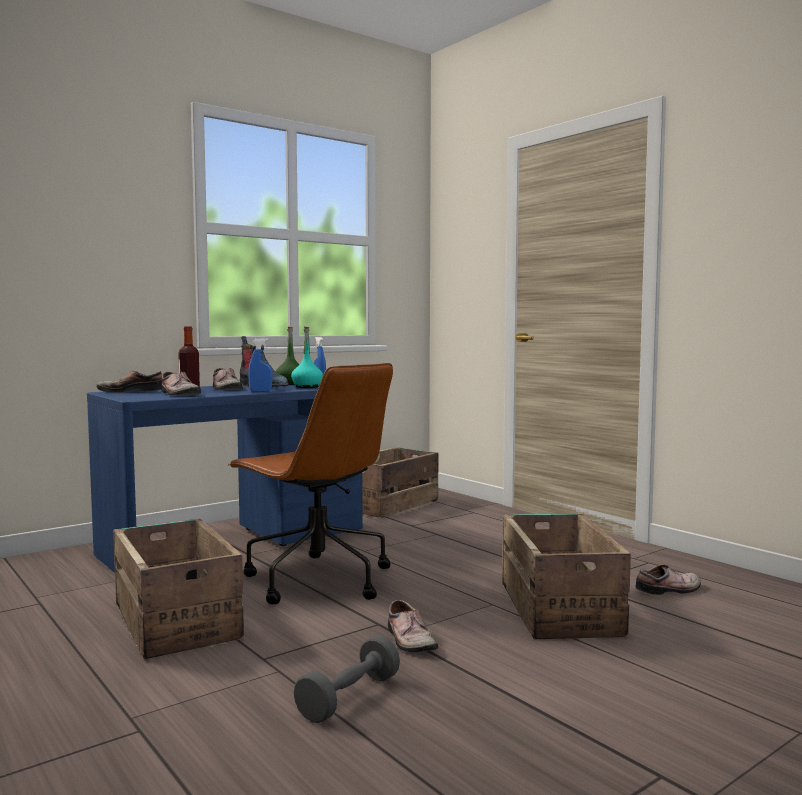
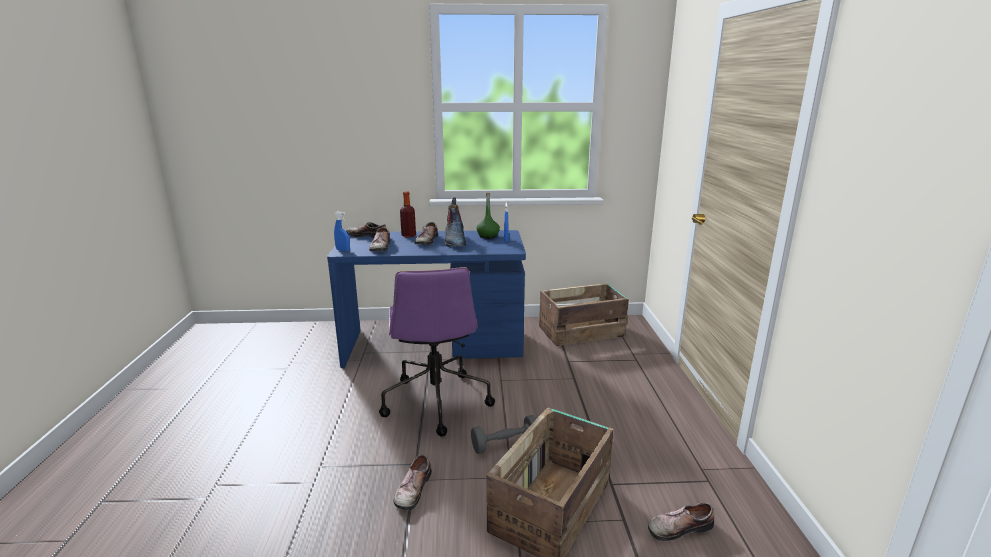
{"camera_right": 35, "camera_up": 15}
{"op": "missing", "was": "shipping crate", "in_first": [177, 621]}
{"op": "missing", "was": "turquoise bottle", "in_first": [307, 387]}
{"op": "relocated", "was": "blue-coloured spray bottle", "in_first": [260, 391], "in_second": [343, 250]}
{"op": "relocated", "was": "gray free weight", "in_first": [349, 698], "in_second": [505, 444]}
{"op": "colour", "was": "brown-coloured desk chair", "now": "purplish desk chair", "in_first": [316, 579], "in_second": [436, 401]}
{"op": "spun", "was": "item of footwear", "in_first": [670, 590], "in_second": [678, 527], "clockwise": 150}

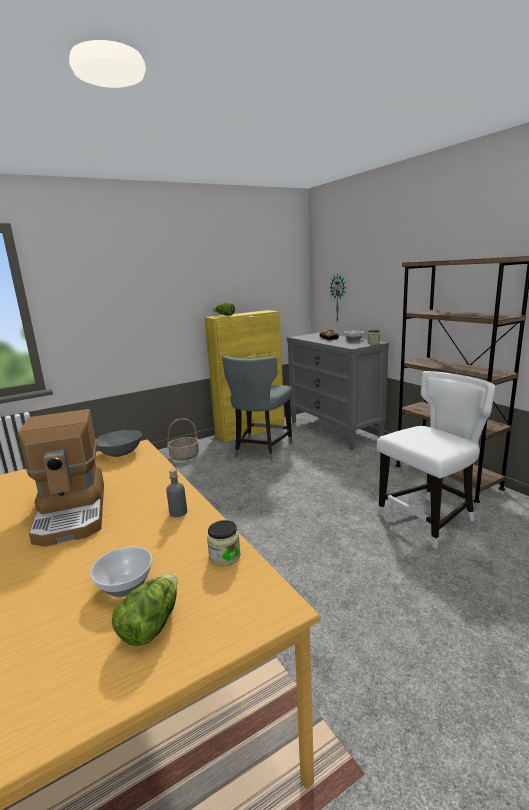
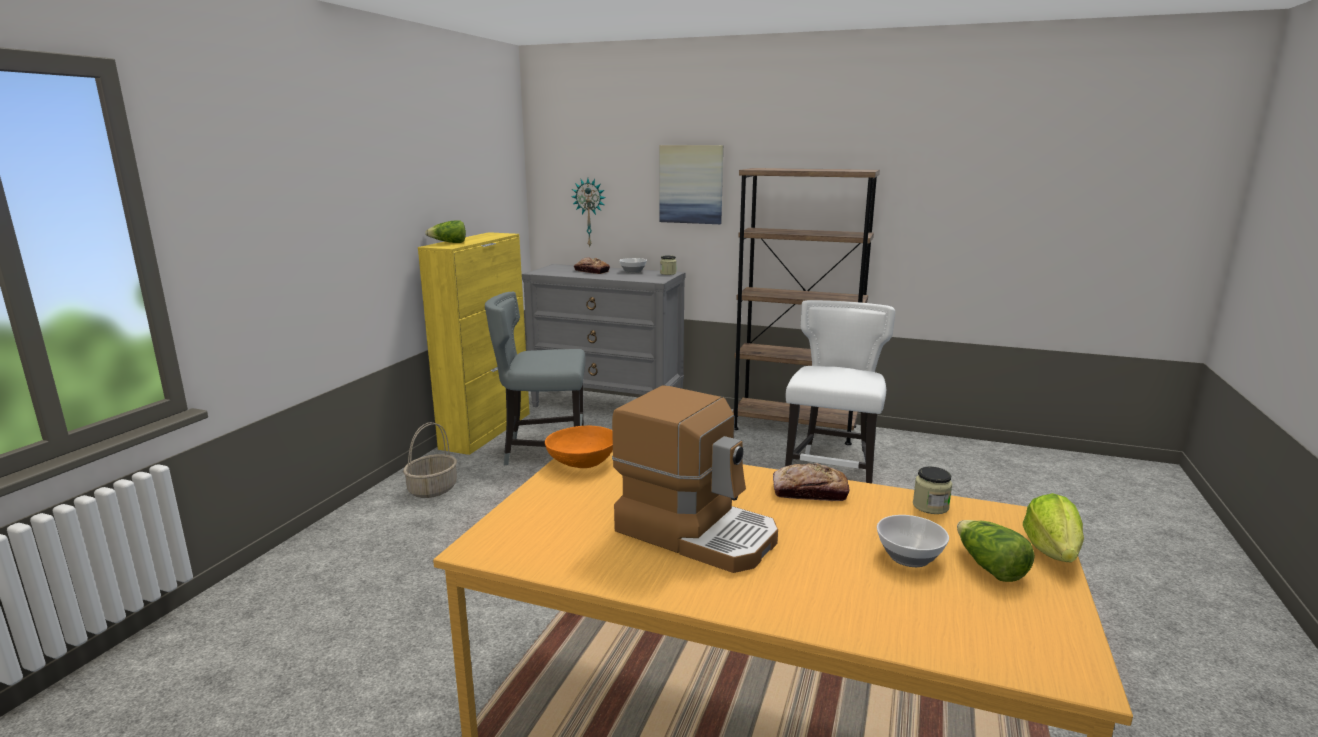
{"camera_right": -40, "camera_up": 0}
{"op": "appeared", "now": "wall art", "in_second": [691, 184]}
{"op": "appeared", "now": "lettuce", "in_second": [1052, 552]}
{"op": "exchanged", "was": "gray bottle", "now": "bread", "in_first": [178, 512], "in_second": [809, 492]}
{"op": "colour", "was": "gray bowl", "now": "orangey bowl", "in_first": [121, 452], "in_second": [583, 462]}
{"op": "spun", "was": "gray upright chair", "in_first": [261, 450], "in_second": [543, 451], "clockwise": 105}

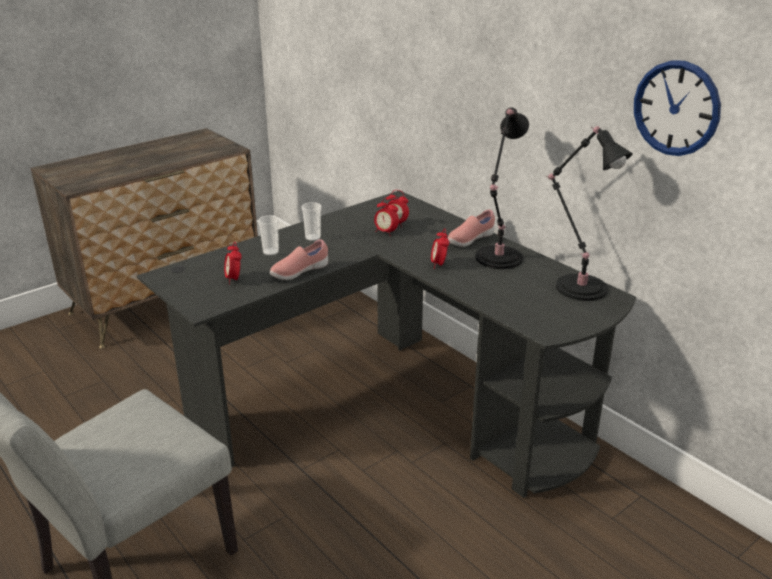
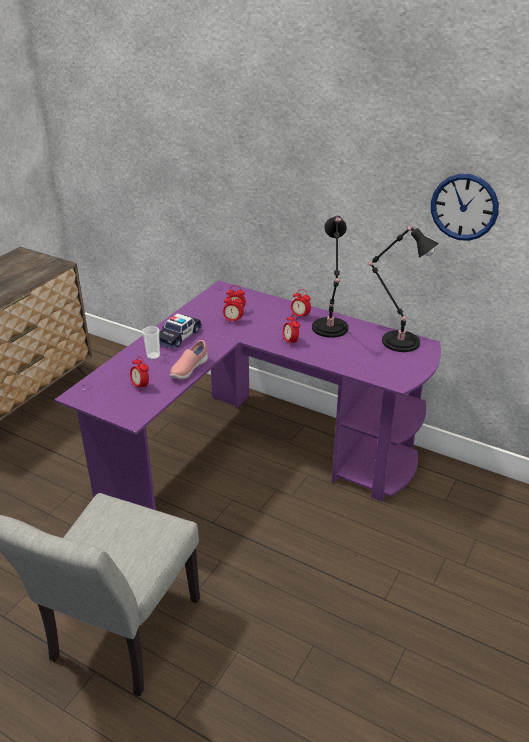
{"camera_right": -20, "camera_up": 5}
{"op": "exchanged", "was": "drinking cup", "now": "miniature car", "in_first": [313, 238], "in_second": [178, 336]}
{"op": "exchanged", "was": "pink-coloured item of footwear", "now": "table clock", "in_first": [470, 240], "in_second": [300, 316]}
{"op": "colour", "was": "blackish desk", "now": "purplish desk", "in_first": [394, 404], "in_second": [255, 453]}

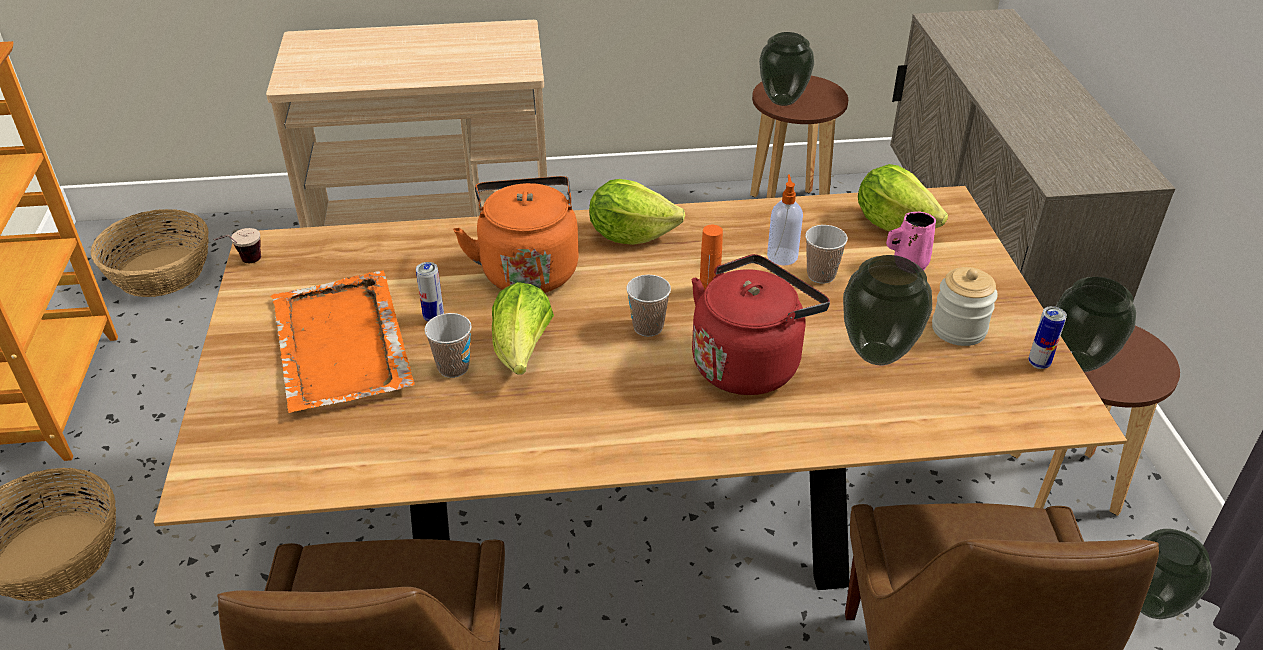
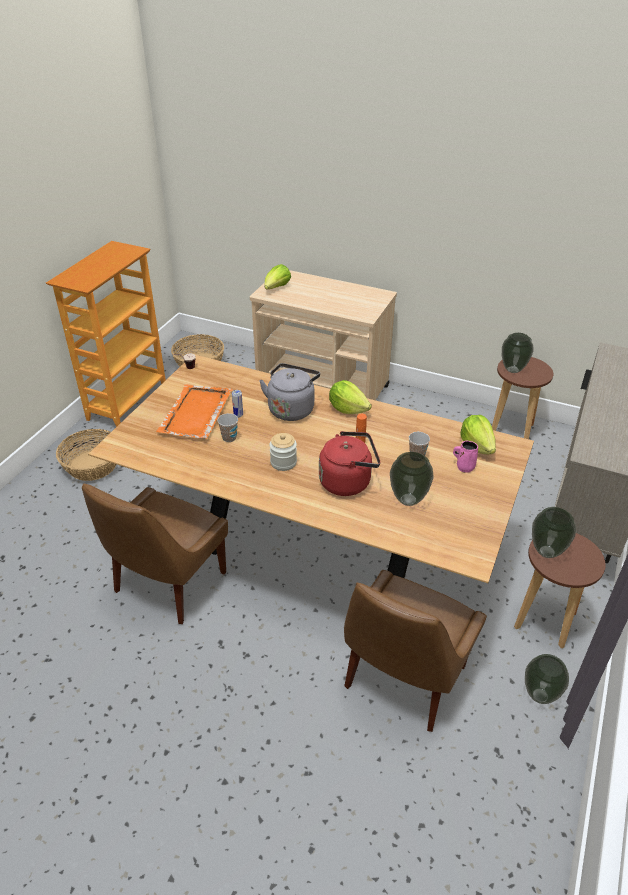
{"camera_right": 30, "camera_up": 0}
{"op": "missing", "was": "drinking cup", "in_first": [648, 327]}
{"op": "missing", "was": "liquid soap bottle", "in_first": [782, 256]}
{"op": "missing", "was": "can", "in_first": [1039, 363]}
{"op": "relocated", "was": "lettuce", "in_first": [522, 352], "in_second": [276, 288]}
{"op": "relocated", "was": "storage jar", "in_first": [958, 329], "in_second": [283, 462]}
{"op": "colour", "was": "orangey water kettle", "now": "gray water kettle", "in_first": [528, 269], "in_second": [291, 408]}

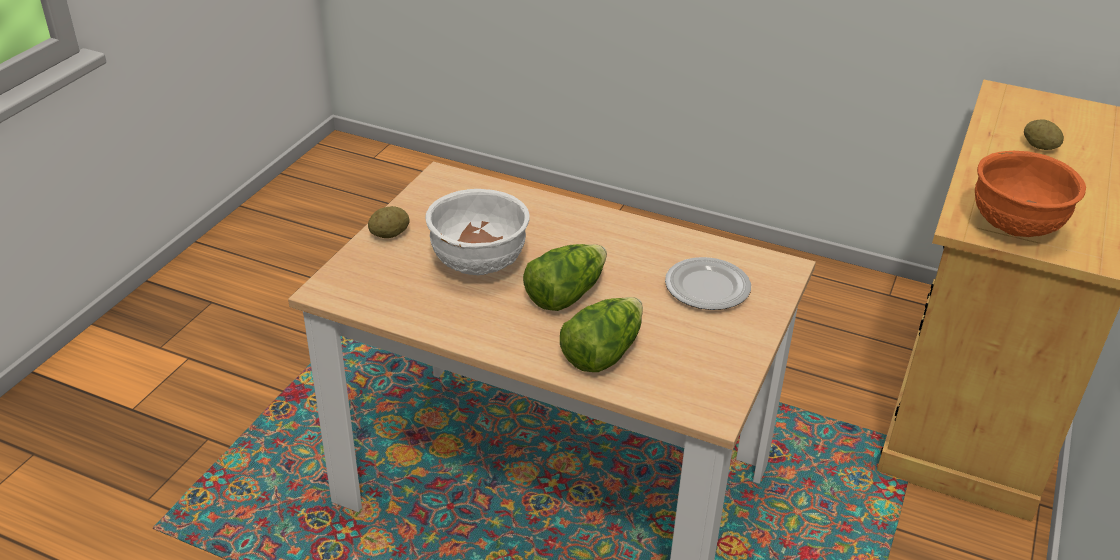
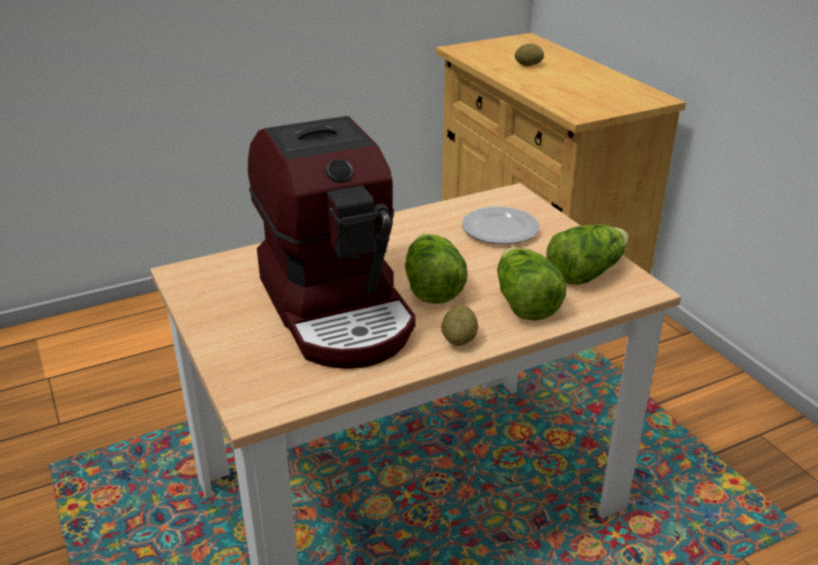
{"camera_right": -50, "camera_up": -5}
{"op": "missing", "was": "orangey bowl", "in_first": [1014, 228]}
{"op": "appeared", "now": "lettuce", "in_second": [585, 272]}
{"op": "relocated", "was": "whole potato", "in_first": [389, 234], "in_second": [459, 340]}
{"op": "exchanged", "was": "whitish bowl", "now": "coffee maker", "in_first": [480, 265], "in_second": [338, 309]}

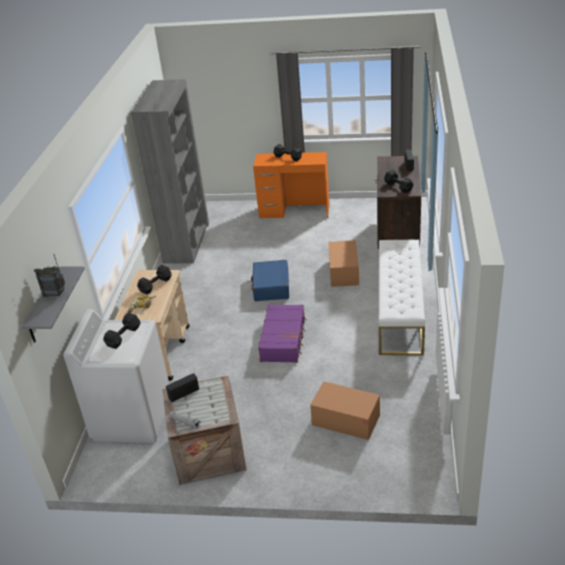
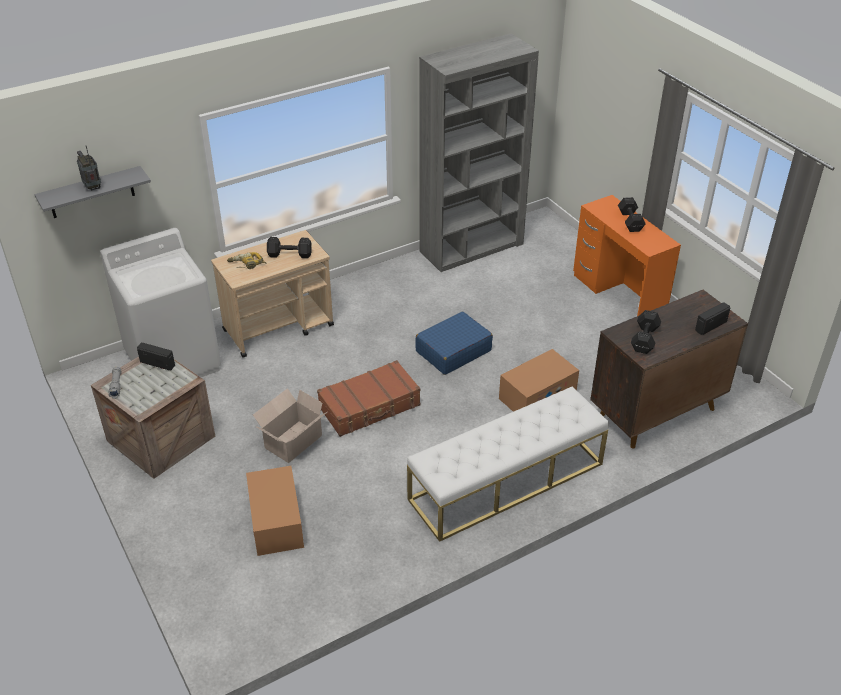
{"camera_right": 50, "camera_up": 5}
{"op": "missing", "was": "blackish free weight", "in_first": [124, 336]}
{"op": "appeared", "now": "carton", "in_second": [292, 442]}
{"op": "colour", "was": "purplish suitcase", "now": "brown-coloured suitcase", "in_first": [283, 339], "in_second": [370, 407]}

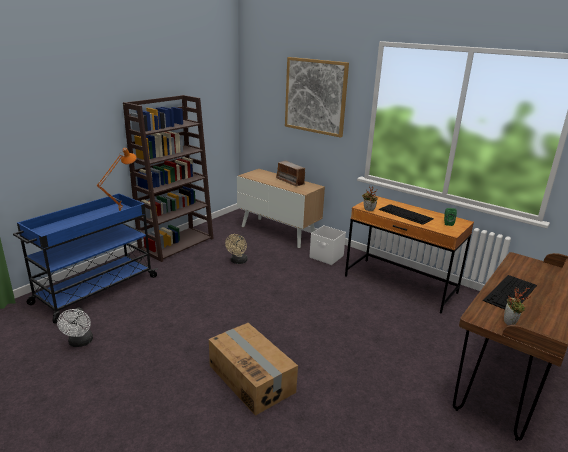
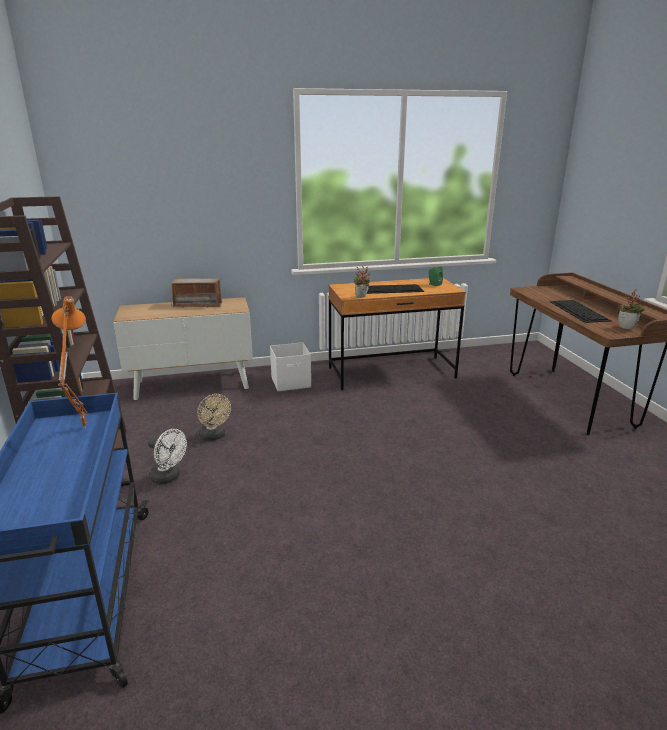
{"camera_right": -50, "camera_up": 0}
{"op": "missing", "was": "carton", "in_first": [252, 378]}
{"op": "missing", "was": "wall art", "in_first": [315, 96]}
{"op": "relocated", "was": "whitish fan", "in_first": [80, 343], "in_second": [169, 477]}

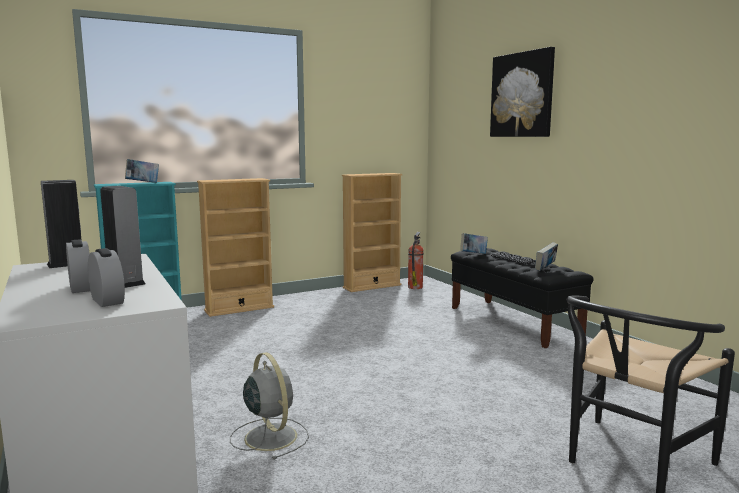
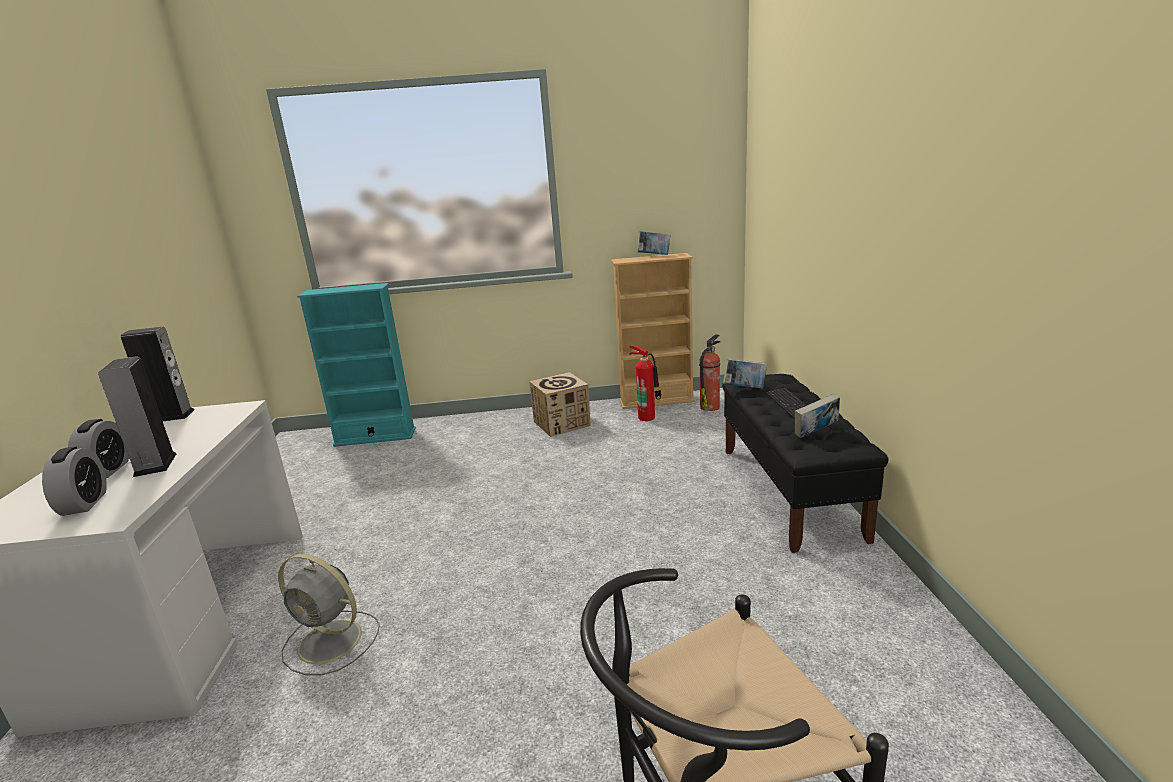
{"camera_right": 25, "camera_up": 10}
{"op": "missing", "was": "beige-coloured bookshelf", "in_first": [239, 309]}
{"op": "missing", "was": "wall art", "in_first": [522, 95]}
{"op": "appeared", "now": "carton", "in_second": [562, 423]}
{"op": "appeared", "now": "fire extinguisher", "in_second": [646, 417]}
{"op": "relocated", "was": "book", "in_first": [143, 183], "in_second": [654, 256]}
{"op": "spun", "was": "gray fan", "in_first": [270, 436], "in_second": [332, 642], "clockwise": 120}

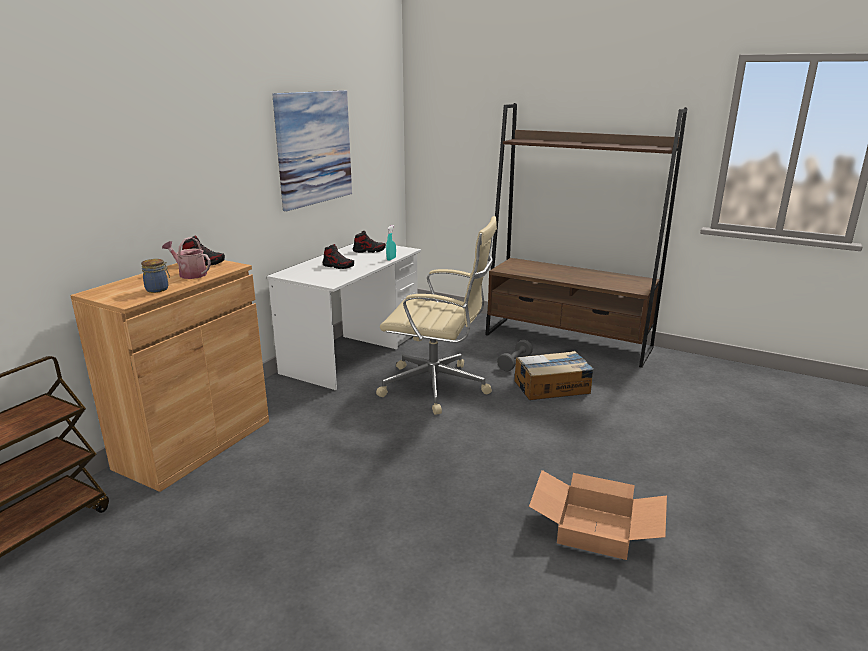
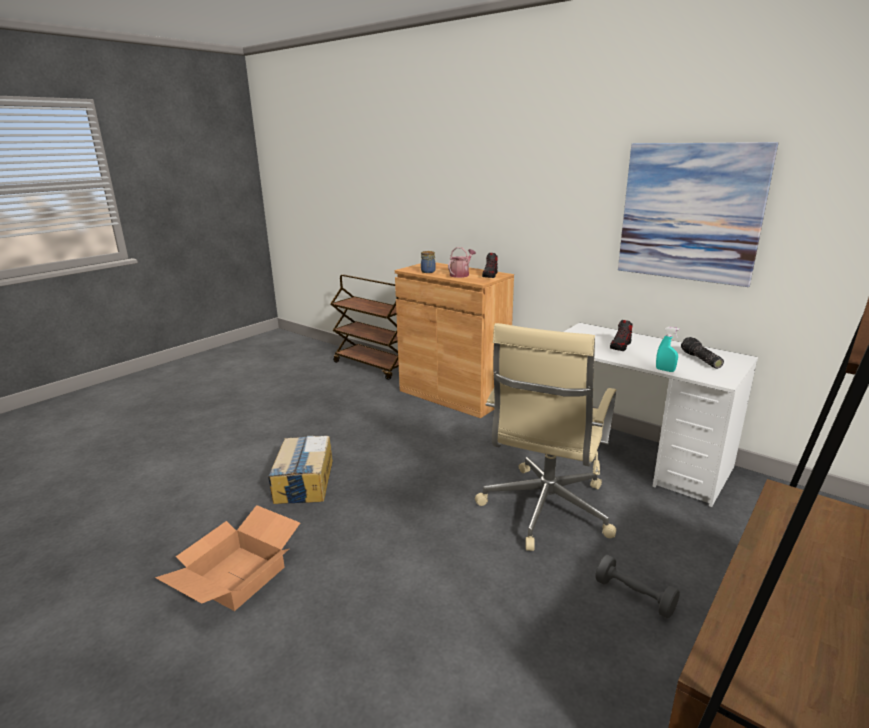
{"camera_right": 100, "camera_up": 0}
{"op": "relocated", "was": "carton", "in_first": [552, 387], "in_second": [304, 481]}
{"op": "exchanged", "was": "item of footwear", "now": "torch", "in_first": [369, 251], "in_second": [700, 360]}

